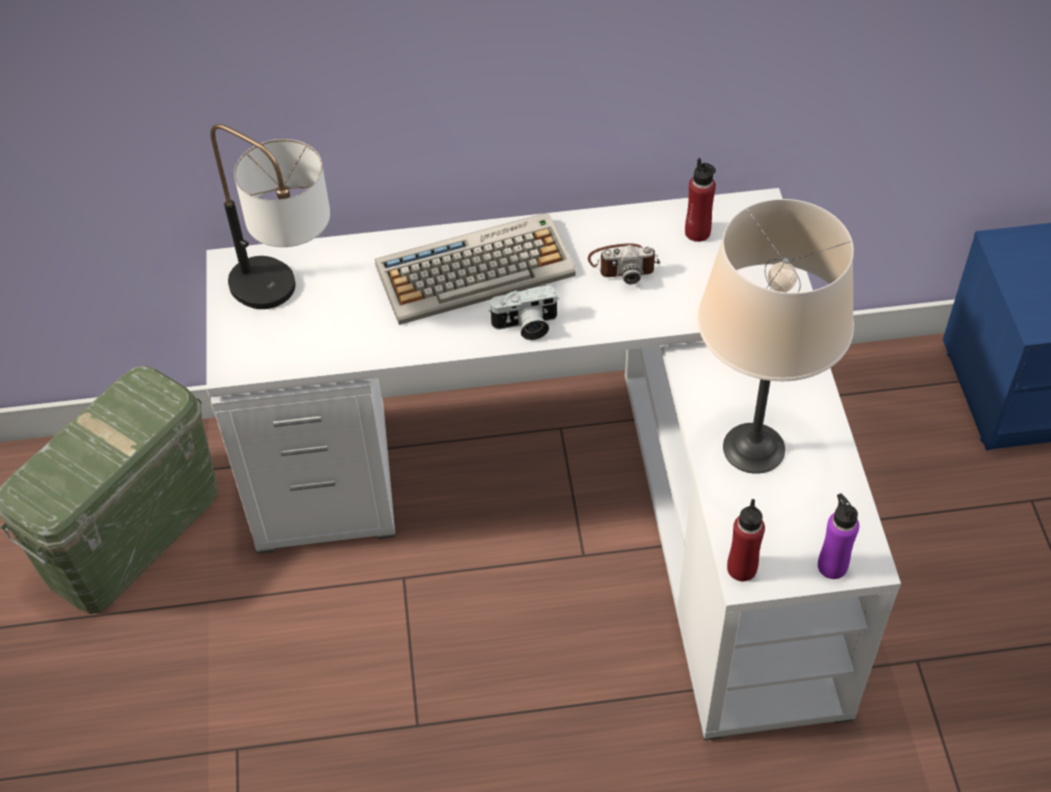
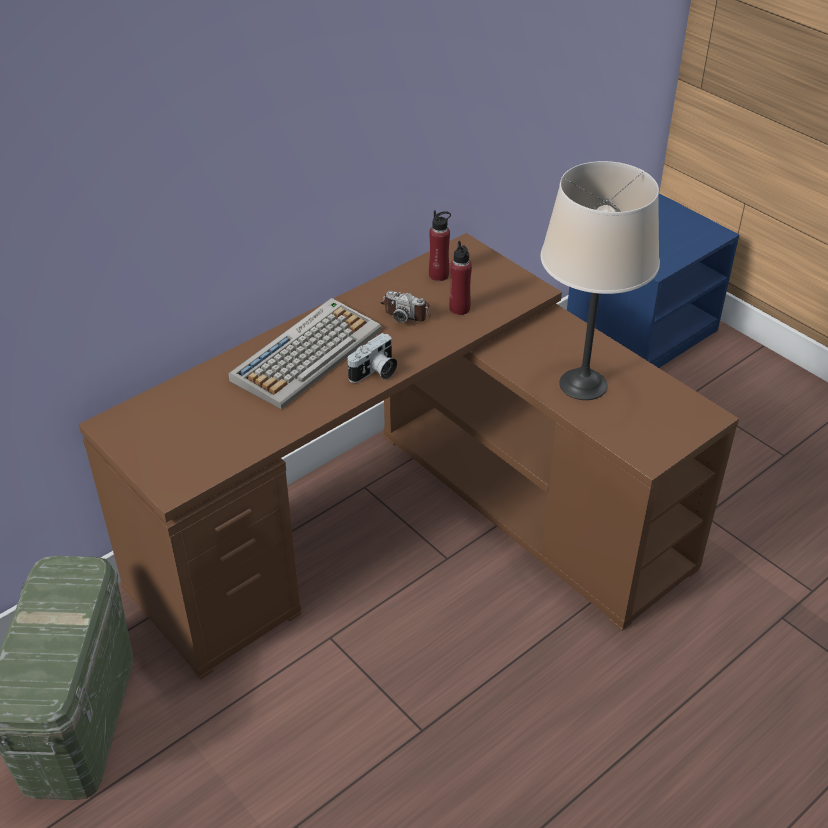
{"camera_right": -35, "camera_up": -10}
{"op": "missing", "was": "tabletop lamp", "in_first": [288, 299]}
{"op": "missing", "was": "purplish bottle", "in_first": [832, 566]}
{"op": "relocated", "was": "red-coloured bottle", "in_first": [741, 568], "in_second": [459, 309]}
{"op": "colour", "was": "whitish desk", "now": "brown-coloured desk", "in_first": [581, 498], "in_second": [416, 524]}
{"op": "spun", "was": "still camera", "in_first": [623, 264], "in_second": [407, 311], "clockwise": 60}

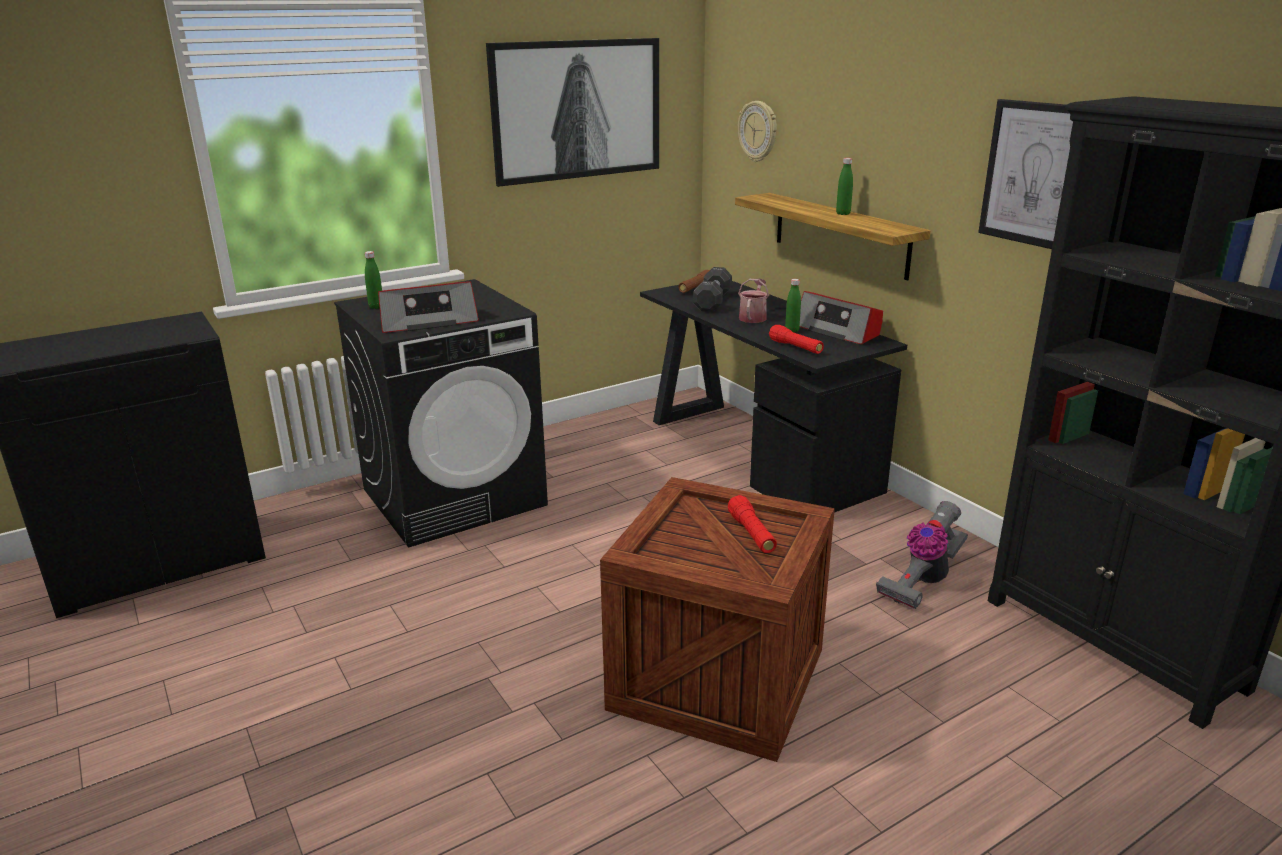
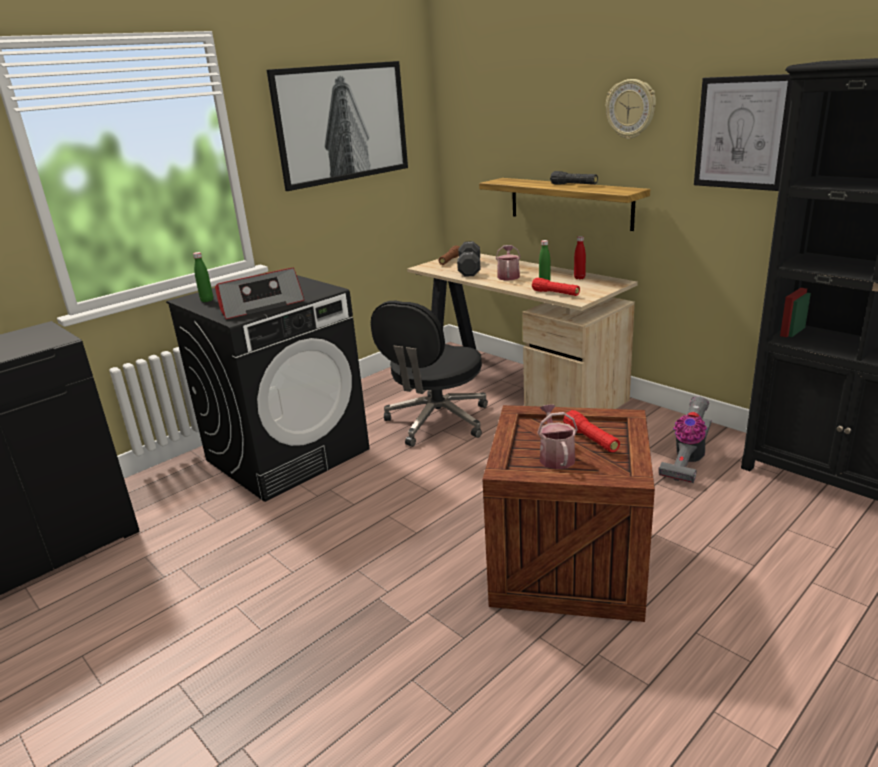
{"camera_right": -10, "camera_up": 0}
{"op": "appeared", "now": "blackish desk chair", "in_second": [436, 422]}
{"op": "appeared", "now": "watering can", "in_second": [555, 456]}
{"op": "relocated", "was": "clock on the wall", "in_first": [758, 131], "in_second": [631, 109]}
{"op": "exchanged", "was": "radio set", "now": "red-coloured bottle", "in_first": [838, 330], "in_second": [579, 278]}
{"op": "exchanged", "was": "green-coloured bottle", "now": "blackish torch", "in_first": [843, 213], "in_second": [574, 185]}
{"op": "colour", "was": "blackish desk", "now": "beige-coloured desk", "in_first": [756, 452], "in_second": [517, 384]}

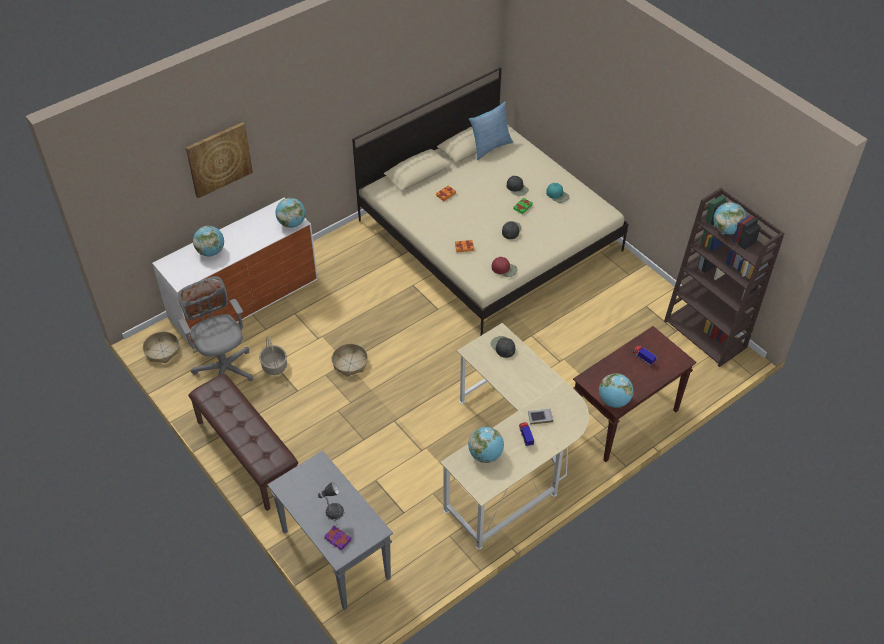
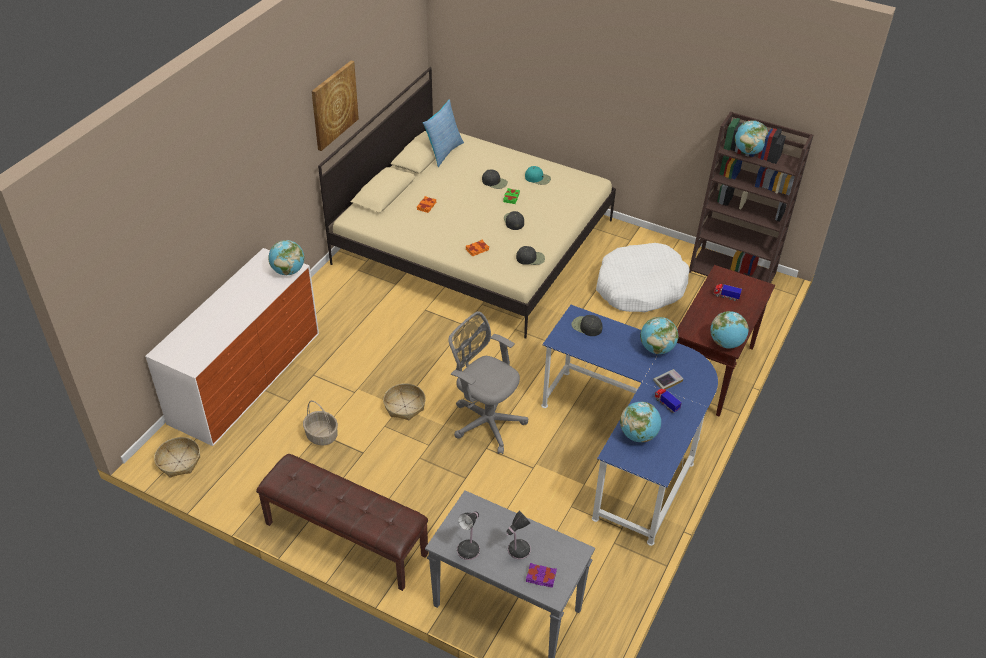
{"camera_right": -25, "camera_up": -5}
{"op": "appeared", "now": "tabletop lamp", "in_second": [469, 549]}
{"op": "appeared", "now": "whitish pet bed", "in_second": [640, 287]}
{"op": "relocated", "was": "gray desk chair", "in_first": [223, 368], "in_second": [486, 421]}
{"op": "relocated", "was": "wall art", "in_first": [219, 159], "in_second": [334, 105]}
{"op": "relocated", "was": "world globe", "in_first": [211, 252], "in_second": [656, 349]}
{"op": "colour", "was": "beige-coloured desk", "now": "blue-coloured desk", "in_first": [512, 459], "in_second": [629, 445]}
{"op": "colour", "was": "red-coloured cap", "now": "blackish cap", "in_first": [504, 269], "in_second": [530, 258]}

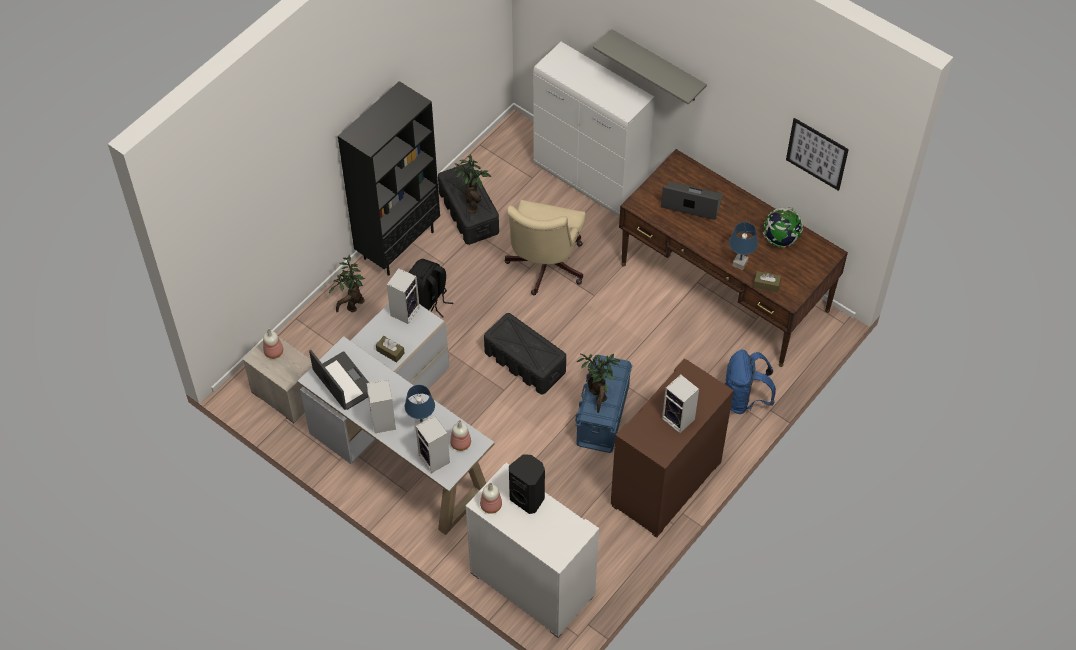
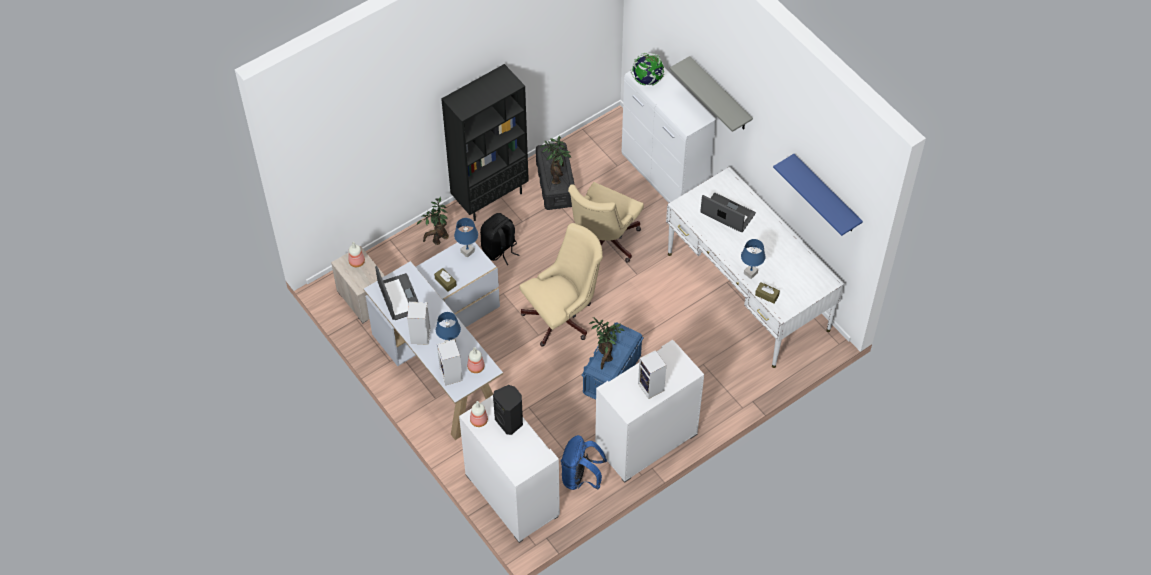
{"camera_right": 15, "camera_up": 0}
{"op": "relocated", "was": "blue-coloured knapsack", "in_first": [744, 399], "in_second": [581, 477]}
{"op": "relocated", "was": "world globe", "in_first": [780, 240], "in_second": [647, 80]}
{"op": "exchanged", "was": "audio speaker", "now": "blue-coloured tabletop lamp", "in_first": [405, 310], "in_second": [467, 251]}
{"op": "exchanged", "was": "blackish storage bin", "now": "beige-coloured desk chair", "in_first": [525, 362], "in_second": [563, 316]}
{"op": "exchanged", "was": "wall art", "now": "blue-coloured shelf", "in_first": [817, 154], "in_second": [826, 195]}
{"op": "colour", "was": "brown-coloured storage cabinet", "now": "whitish storage cabinet", "in_first": [666, 484], "in_second": [646, 442]}
{"op": "colour", "was": "brown-coloured desk", "now": "whitish desk", "in_first": [724, 287], "in_second": [747, 291]}

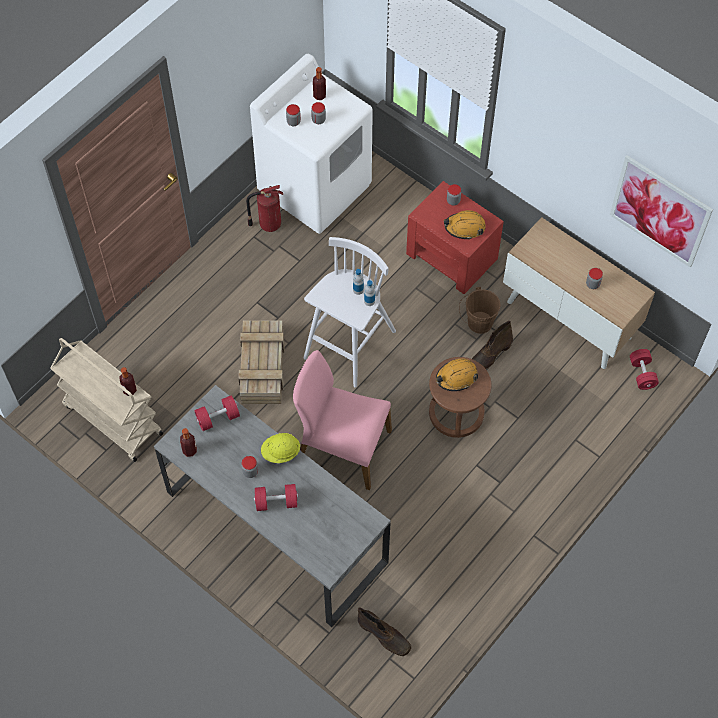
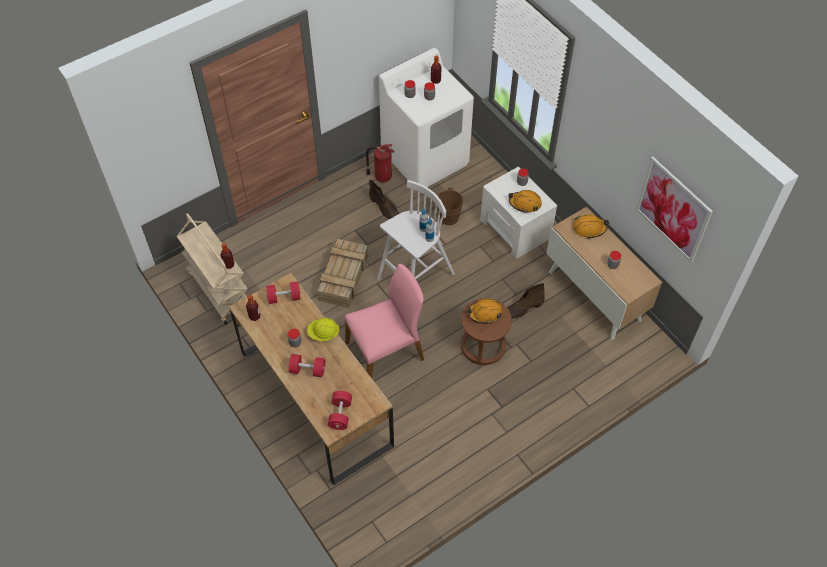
{"camera_right": 15, "camera_up": -5}
{"op": "appeared", "now": "orangey safety helmet", "in_second": [589, 228]}
{"op": "relocated", "was": "brown-coloured high-top boot", "in_first": [384, 635], "in_second": [384, 207]}
{"op": "relocated", "was": "brown-coloured pail", "in_first": [477, 323], "in_second": [446, 217]}
{"op": "relocated", "was": "red-coloured free weight", "in_first": [642, 374], "in_second": [340, 414]}
{"op": "colour", "was": "gray desk", "now": "brown-coloured desk", "in_first": [276, 527], "in_second": [316, 398]}
{"op": "colour", "was": "red-coloured night table", "now": "whitish night table", "in_first": [452, 256], "in_second": [515, 229]}
{"op": "spun", "was": "pink-coloured upright chair", "in_first": [342, 448], "in_second": [386, 351], "clockwise": 120}

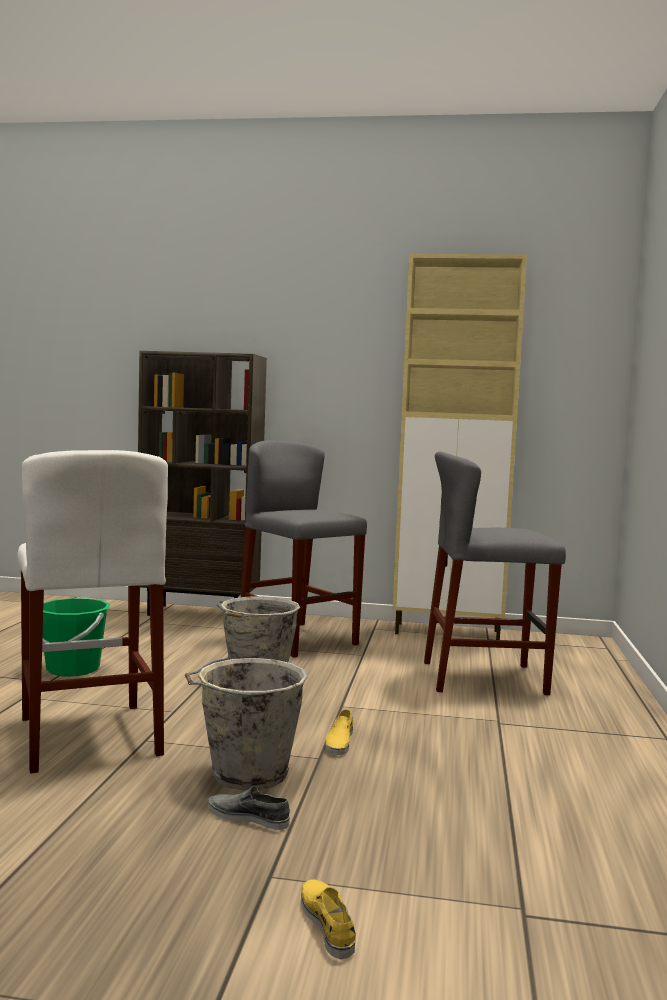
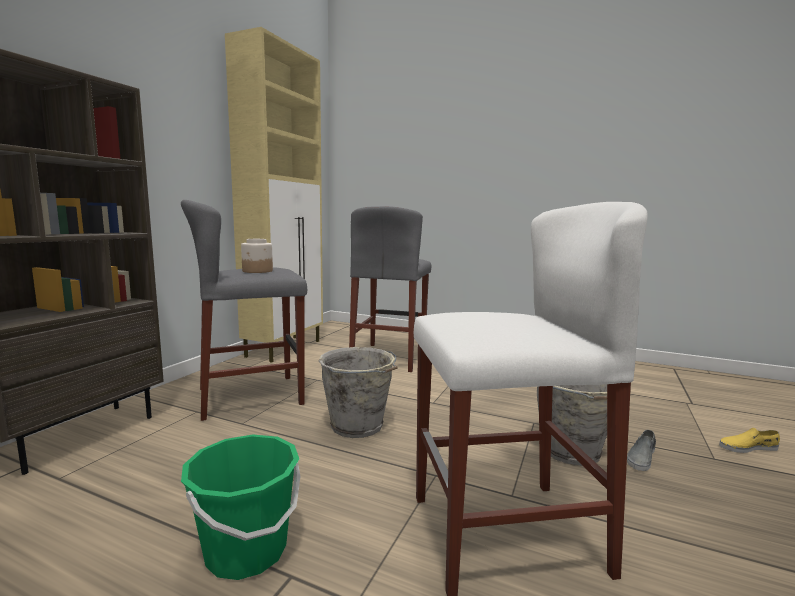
{"camera_right": -75, "camera_up": 5}
{"op": "missing", "was": "yellow item of footwear", "in_first": [339, 742]}
{"op": "appeared", "now": "storage jar", "in_second": [257, 271]}

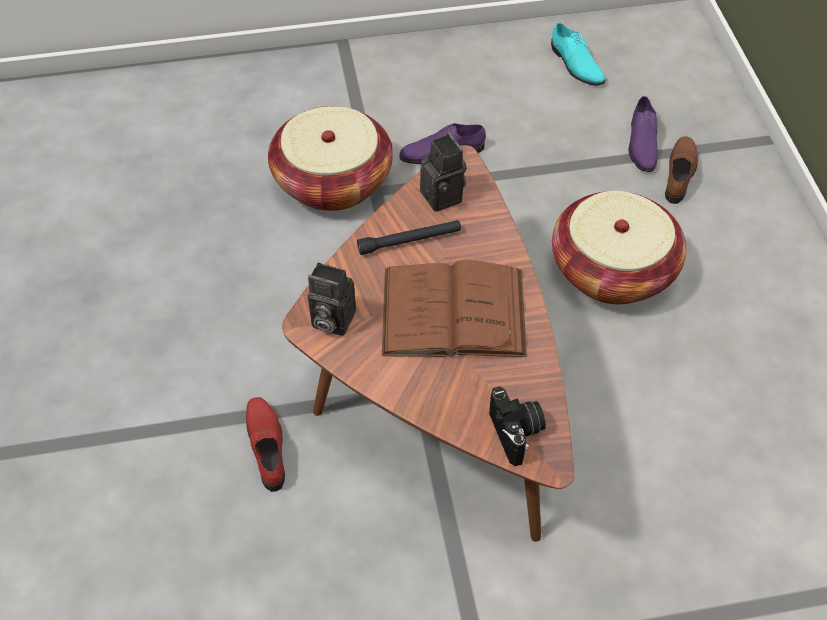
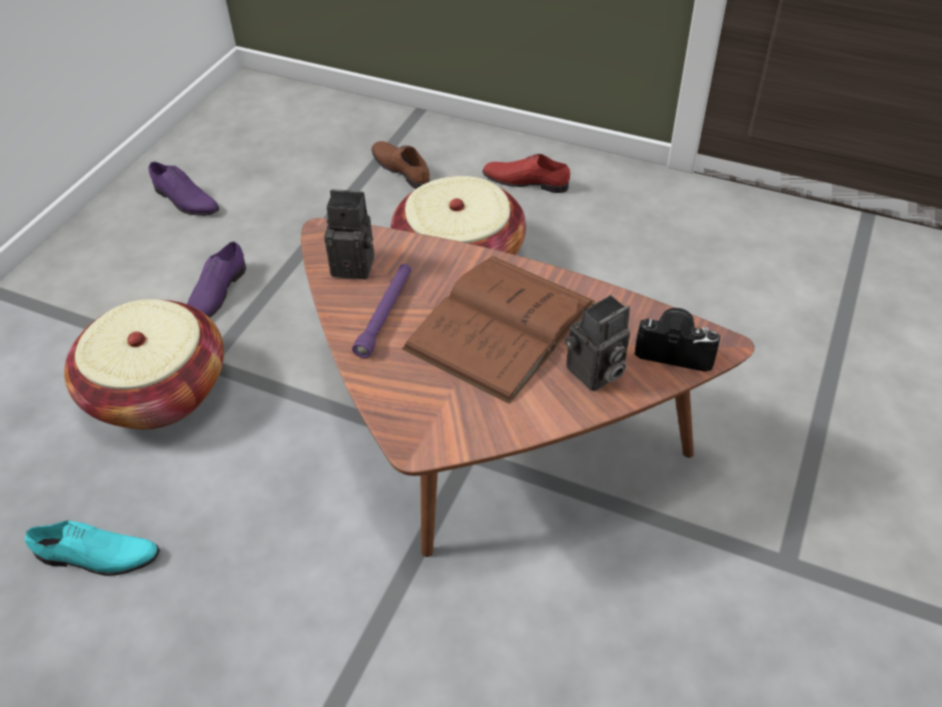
{"camera_right": -55, "camera_up": -5}
{"op": "relocated", "was": "red-coloured item of footwear", "in_first": [267, 445], "in_second": [526, 180]}
{"op": "relocated", "was": "still camera", "in_first": [330, 320], "in_second": [595, 374]}
{"op": "relocated", "was": "turquoise item of footwear", "in_first": [575, 64], "in_second": [97, 557]}
{"op": "relocated", "was": "purplish item of footwear", "in_first": [641, 143], "in_second": [184, 200]}
{"op": "colour", "was": "blackish torch", "now": "purplish torch", "in_first": [409, 241], "in_second": [385, 314]}

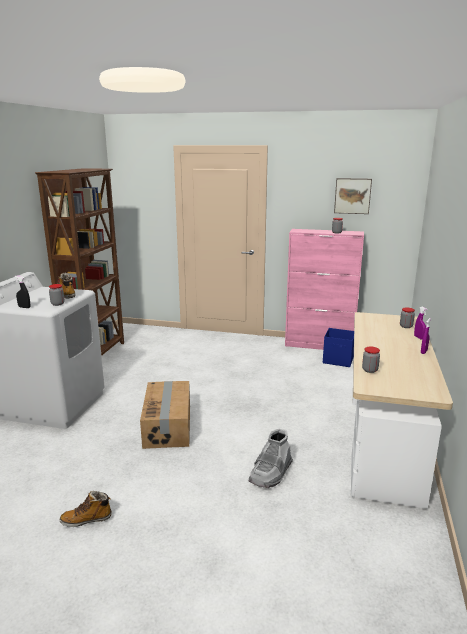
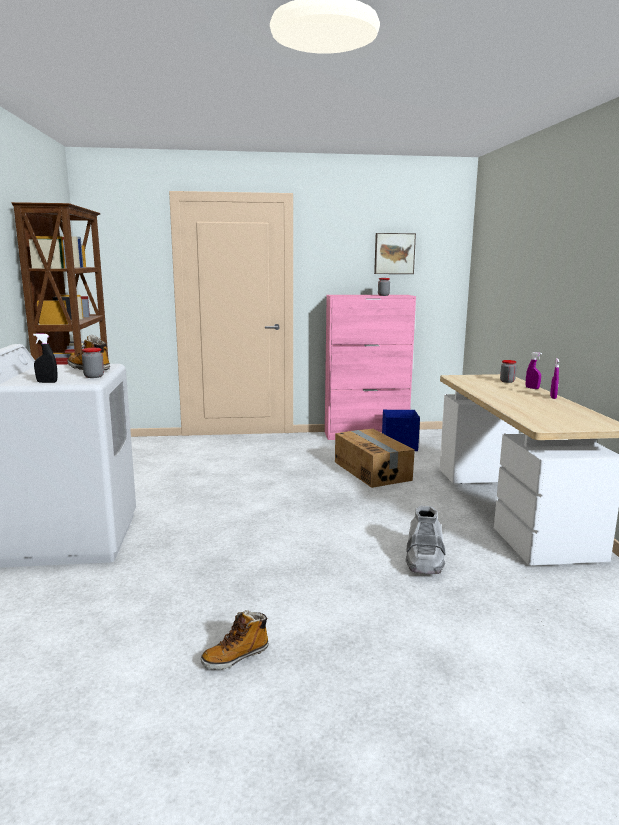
{"camera_right": -20, "camera_up": -5}
{"op": "missing", "was": "storage jar", "in_first": [369, 370]}
{"op": "relocated", "was": "carton", "in_first": [168, 425], "in_second": [372, 471]}

